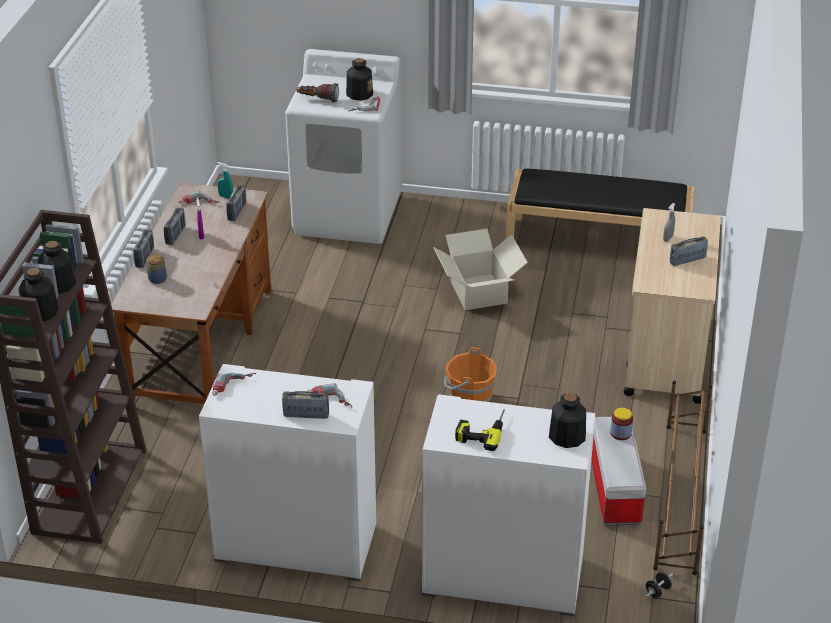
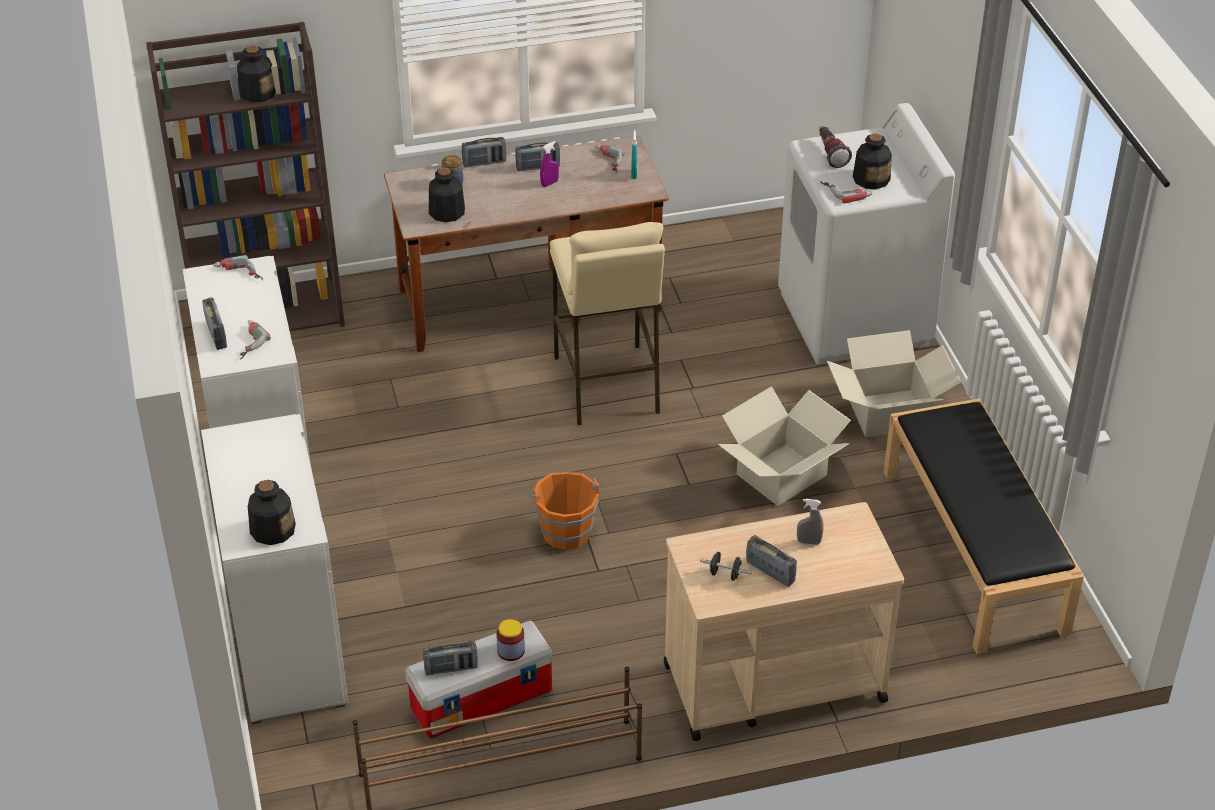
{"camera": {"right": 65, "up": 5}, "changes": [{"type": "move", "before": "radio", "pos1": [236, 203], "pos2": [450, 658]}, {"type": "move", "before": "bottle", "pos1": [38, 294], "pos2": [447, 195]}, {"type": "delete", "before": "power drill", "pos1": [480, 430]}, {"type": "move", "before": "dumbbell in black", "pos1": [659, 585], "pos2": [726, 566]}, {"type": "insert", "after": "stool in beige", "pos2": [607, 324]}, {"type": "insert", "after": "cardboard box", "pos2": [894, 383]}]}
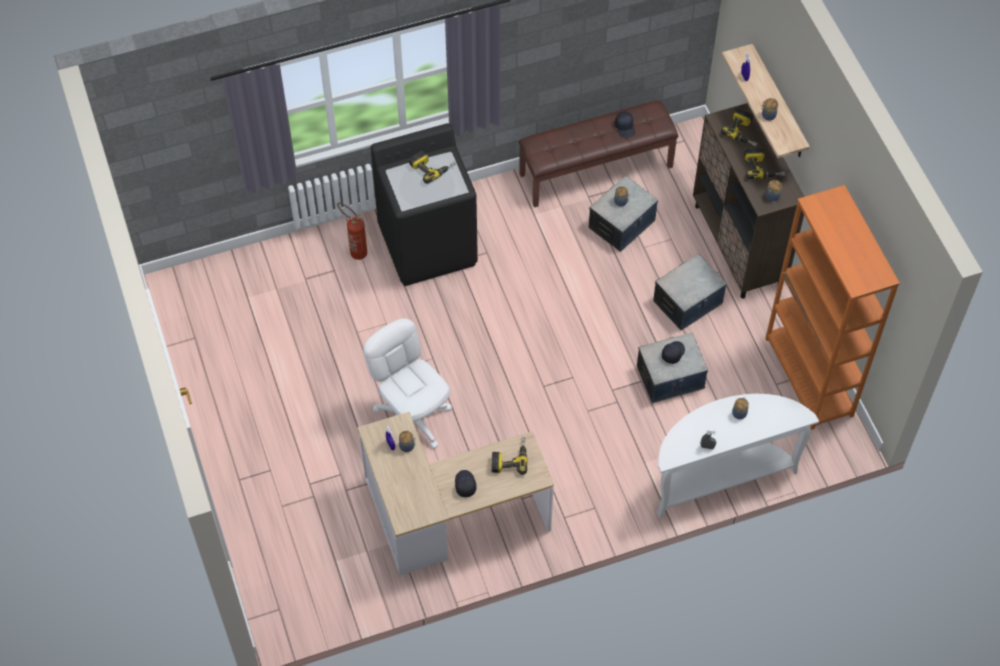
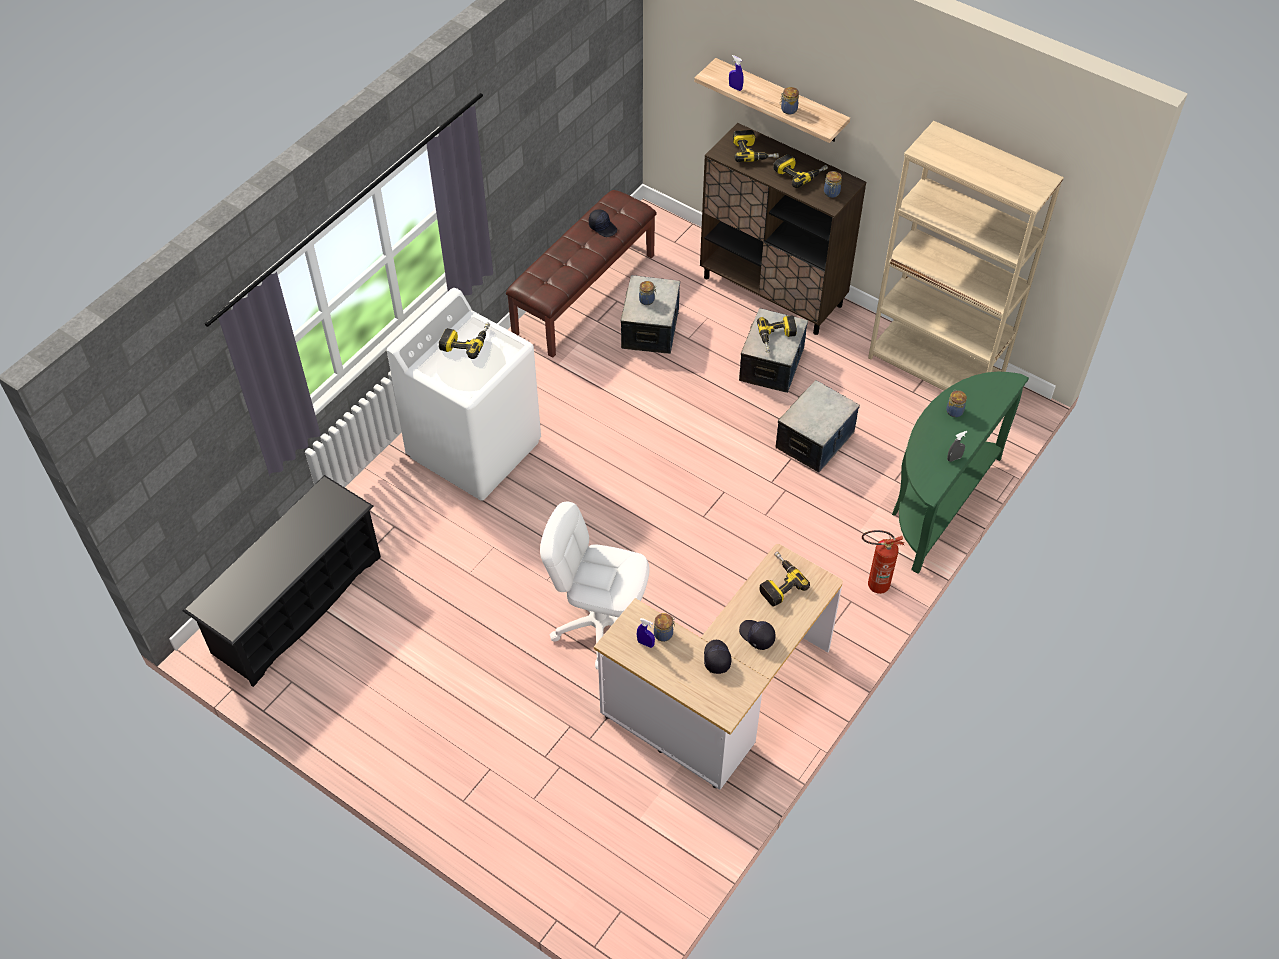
{"camera": {"right": -35, "up": -5}, "changes": [{"type": "recolor", "before": "washing machine in black", "after": "washing machine in white", "pos1": [424, 204], "pos2": [464, 394]}, {"type": "recolor", "before": "bookcase in orange", "after": "bookcase in beige", "pos1": [832, 307], "pos2": [966, 256]}, {"type": "move", "before": "fire extinguisher", "pos1": [352, 231], "pos2": [883, 562]}, {"type": "move", "before": "cap in black", "pos1": [673, 352], "pos2": [717, 657]}, {"type": "recolor", "before": "console table in white", "after": "console table in green", "pos1": [738, 456], "pos2": [960, 473]}, {"type": "insert", "after": "power drill", "pos2": [777, 334]}, {"type": "insert", "after": "shoe rack in black", "pos2": [282, 581]}]}
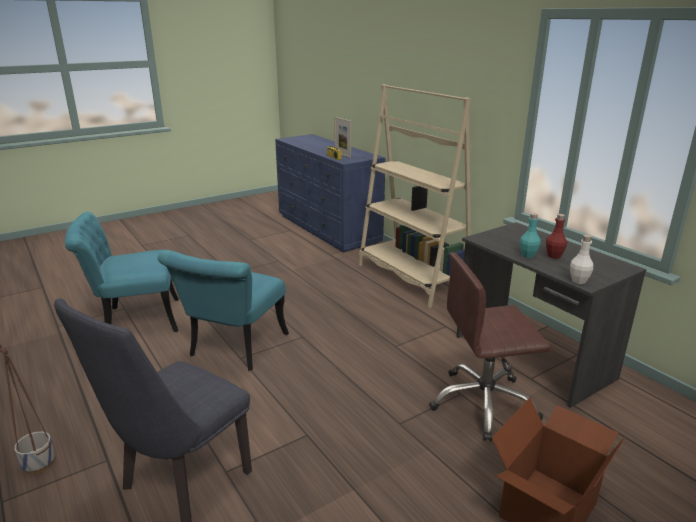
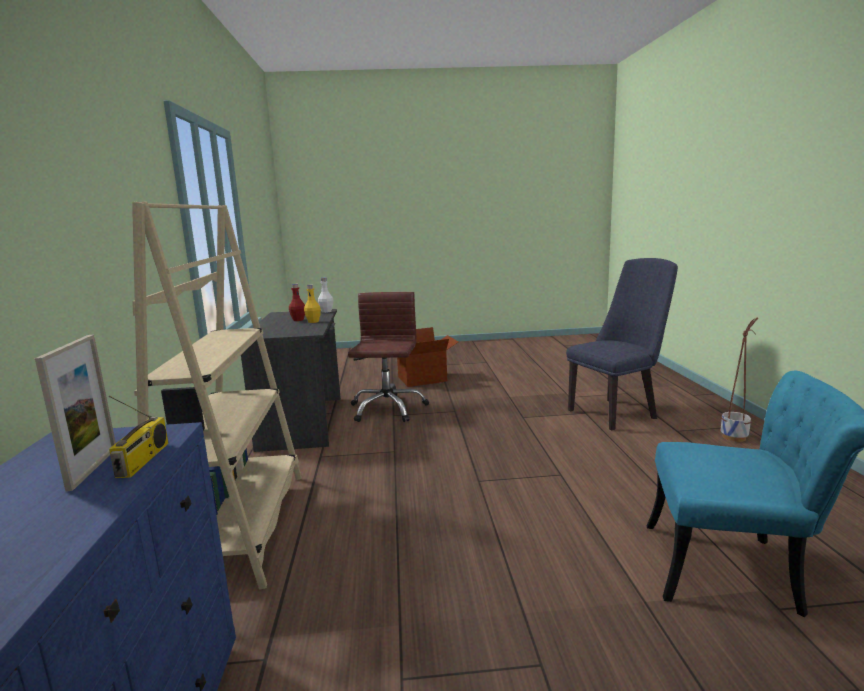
{"camera": {"right": -150, "up": -10}, "changes": [{"type": "recolor", "before": "bottle in turquoise", "after": "bottle in yellow", "pos1": [530, 235], "pos2": [312, 303]}, {"type": "delete", "before": "chair in turquoise", "pos1": [223, 310]}, {"type": "rotate", "before": "office chair in brown", "pos1": [489, 346], "pos2": [388, 357], "turn": -105}]}
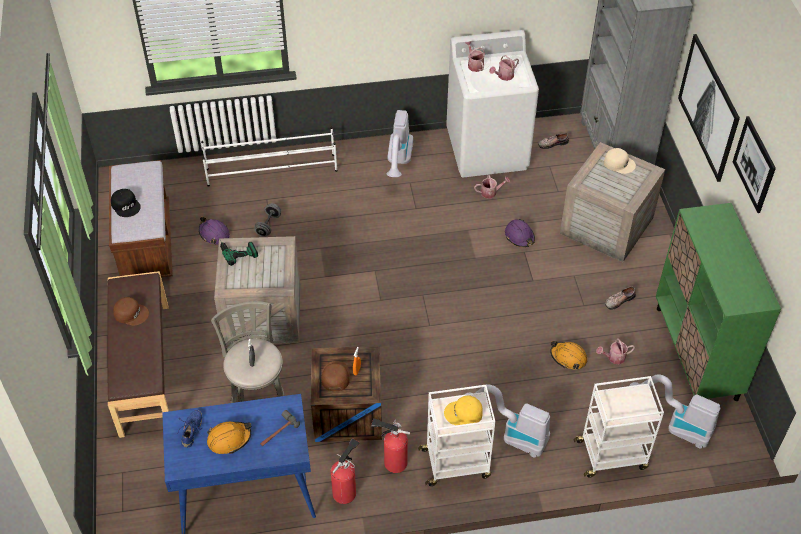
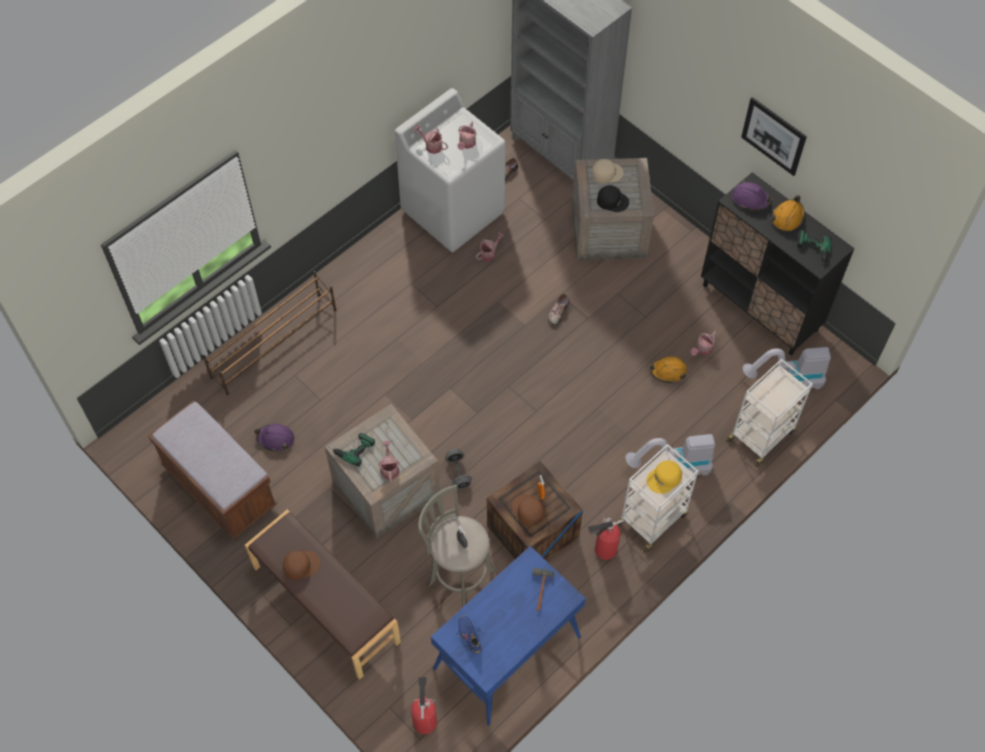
{"camera": {"right": -35, "up": 10}, "changes": [{"type": "delete", "before": "picture", "pos1": [709, 108]}, {"type": "delete", "before": "vacuum cleaner", "pos1": [399, 143]}, {"type": "recolor", "before": "shoe rack in white", "after": "shoe rack in brown", "pos1": [269, 156], "pos2": [269, 333]}, {"type": "move", "before": "cap in black", "pos1": [126, 203], "pos2": [613, 198]}, {"type": "move", "before": "dumbbell in grey", "pos1": [268, 220], "pos2": [458, 469]}, {"type": "recolor", "before": "cabinet in green", "after": "cabinet in black", "pos1": [718, 302], "pos2": [778, 263]}, {"type": "move", "before": "hard hat in purple", "pos1": [520, 233], "pos2": [752, 196]}, {"type": "move", "before": "shoe", "pos1": [620, 298], "pos2": [558, 310]}, {"type": "move", "before": "hard hat in orange", "pos1": [229, 438], "pos2": [788, 213]}, {"type": "move", "before": "fire extinguisher", "pos1": [345, 471], "pos2": [424, 705]}, {"type": "insert", "after": "power drill", "pos2": [814, 247]}, {"type": "insert", "after": "watering can", "pos2": [389, 462]}]}
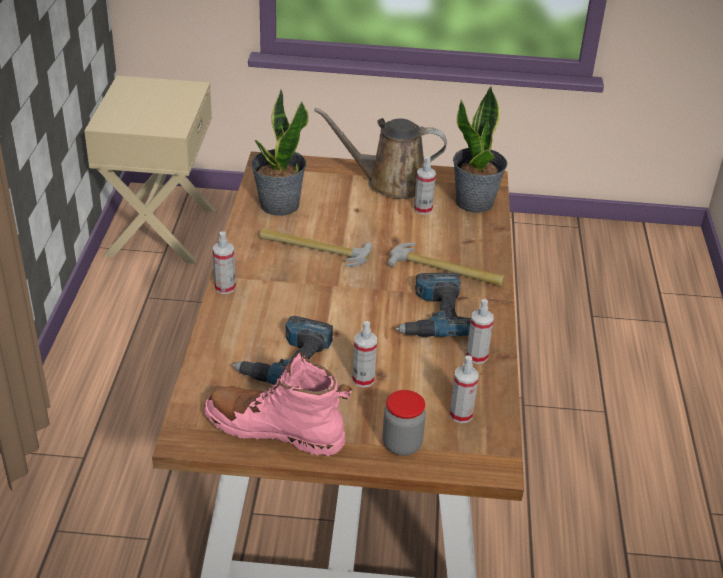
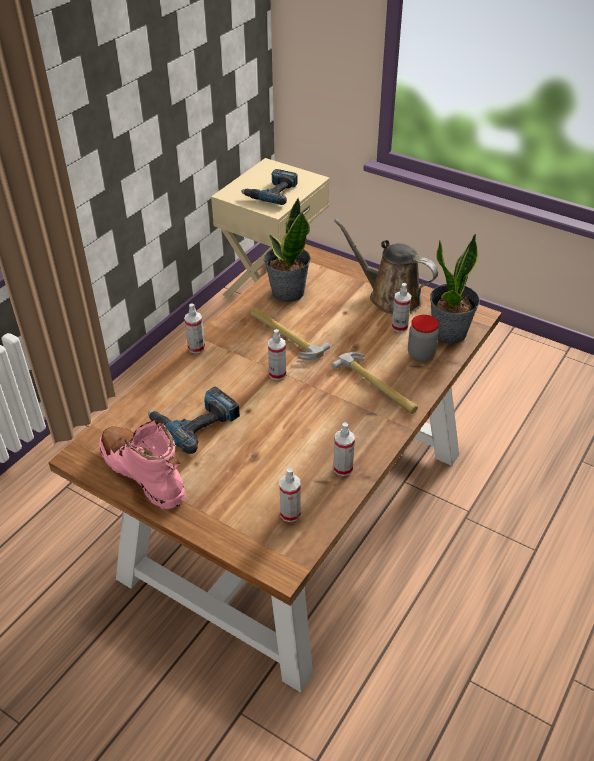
{"camera": {"right": 30, "up": 5}, "changes": [{"type": "move", "before": "power drill", "pos1": [433, 305], "pos2": [269, 187]}, {"type": "move", "before": "spray bottle", "pos1": [364, 354], "pos2": [277, 354]}, {"type": "move", "before": "jar", "pos1": [404, 423], "pos2": [423, 338]}]}
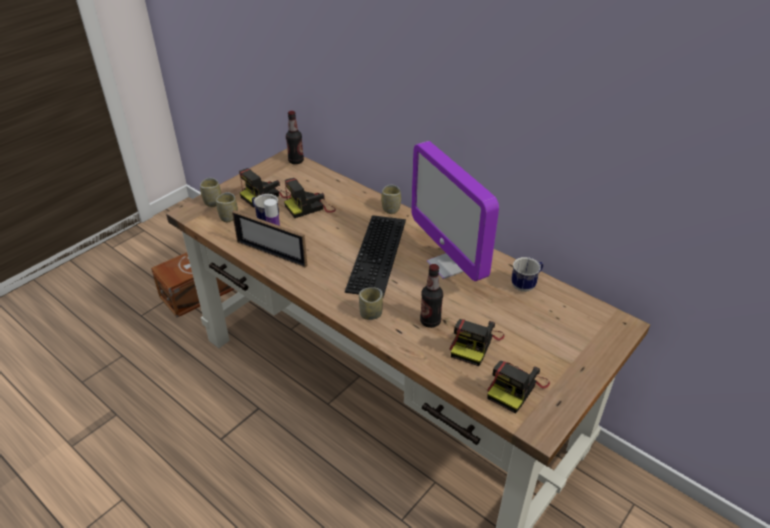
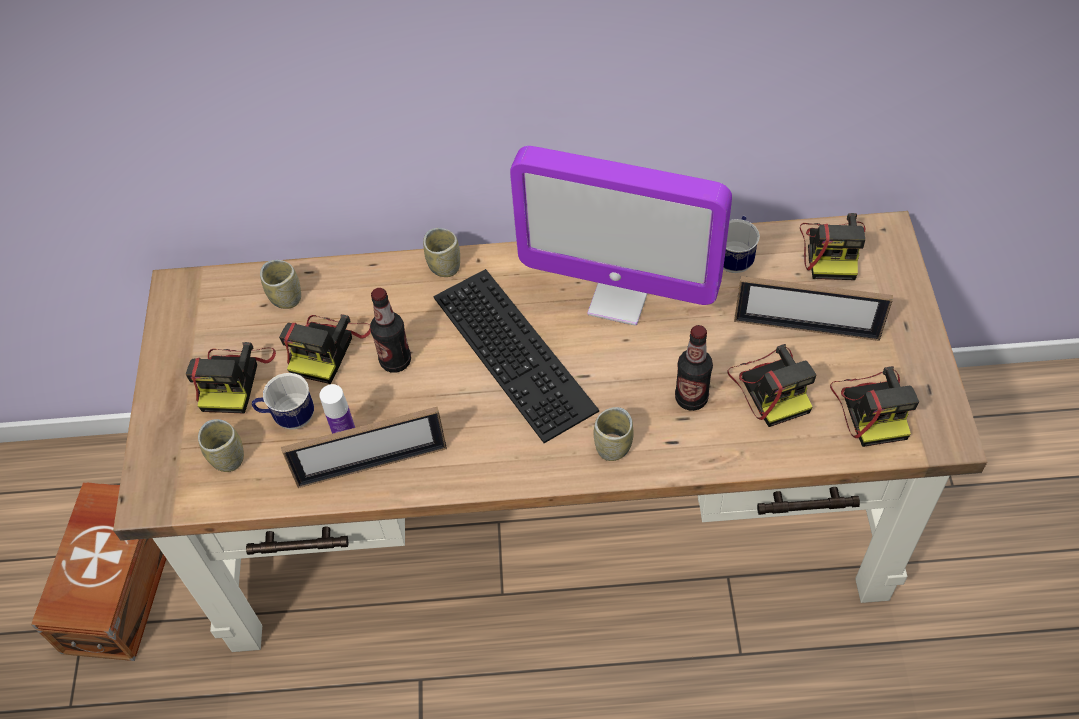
{"camera": {"right": -40, "up": 15}, "changes": [{"type": "move", "before": "bottle", "pos1": [295, 137], "pos2": [390, 330]}, {"type": "move", "before": "cup", "pos1": [210, 192], "pos2": [280, 284]}, {"type": "insert", "after": "photo camera", "pos2": [832, 246]}, {"type": "insert", "after": "picture frame", "pos2": [813, 308]}]}
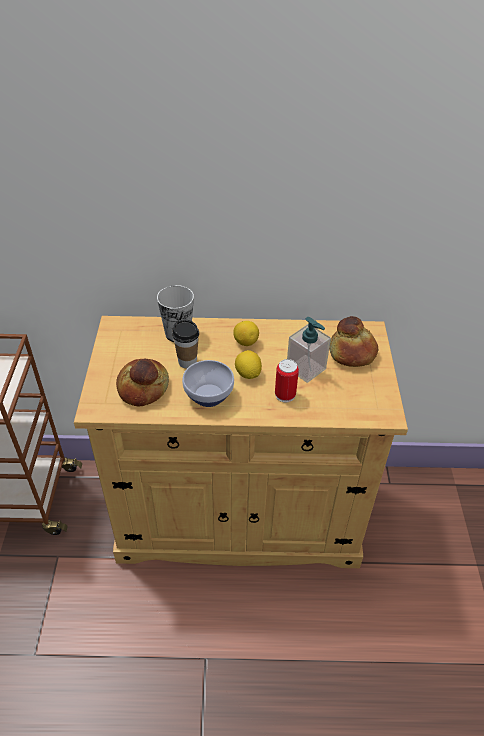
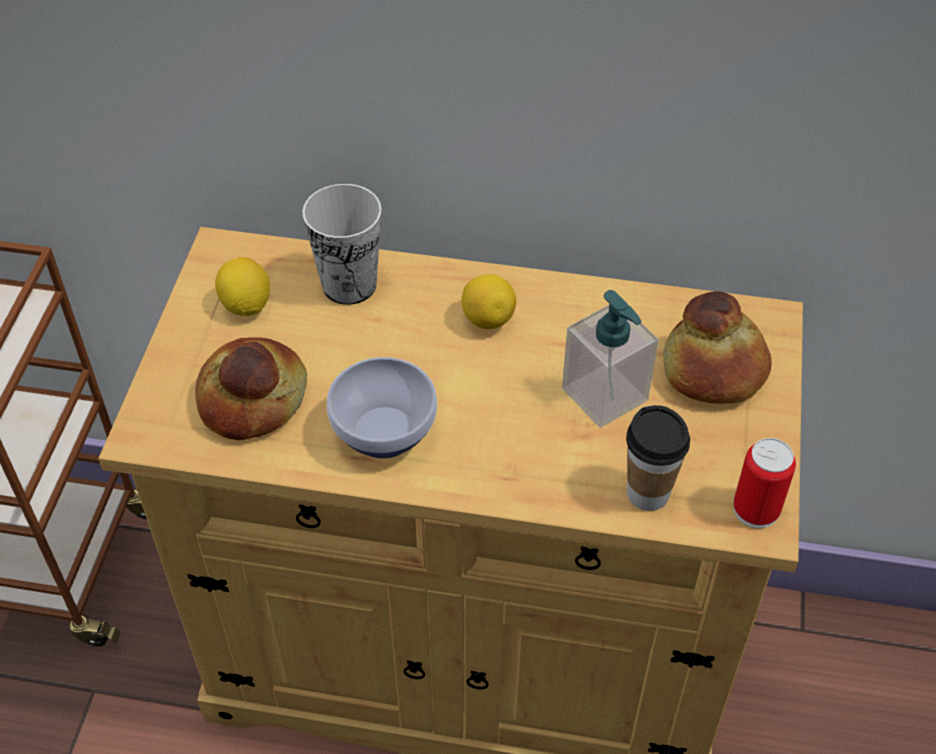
{"camera": {"right": 10, "up": 5}, "changes": [{"type": "move", "before": "cup", "pos1": [185, 344], "pos2": [658, 458]}, {"type": "move", "before": "lemon", "pos1": [248, 364], "pos2": [242, 286]}, {"type": "move", "before": "can", "pos1": [287, 380], "pos2": [764, 483]}]}
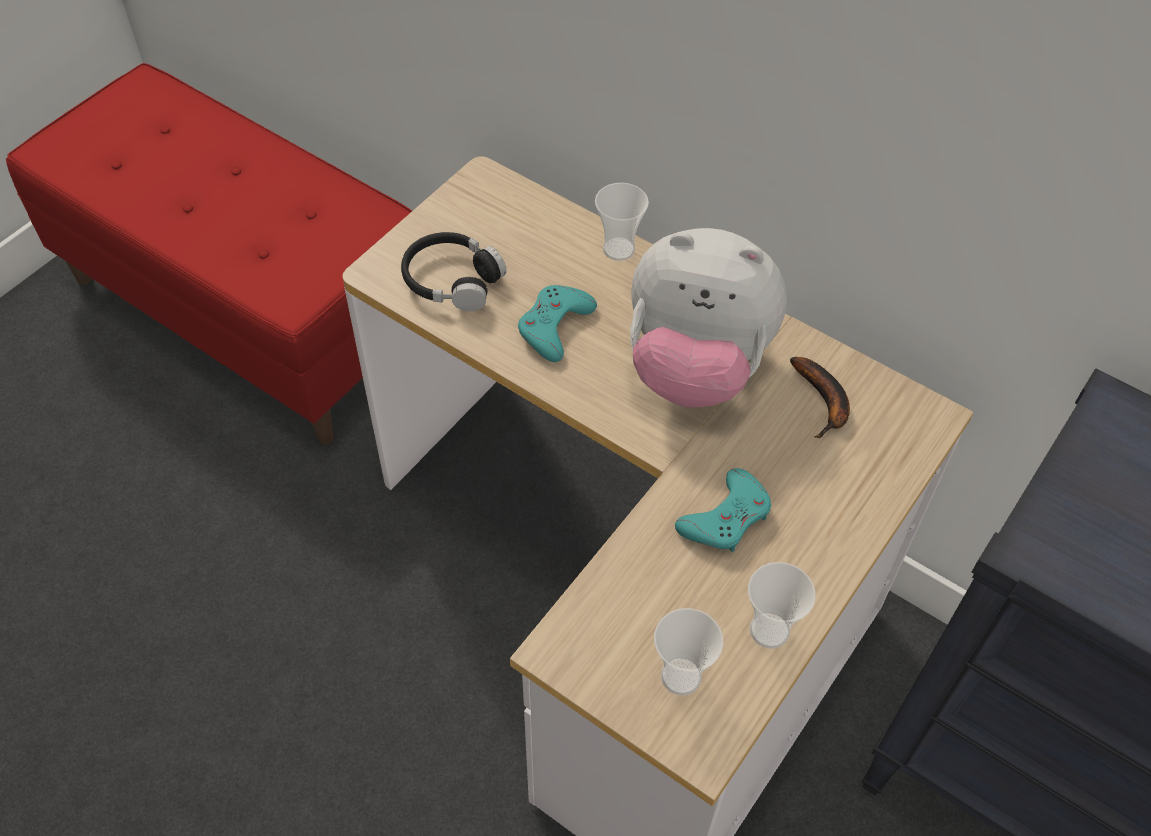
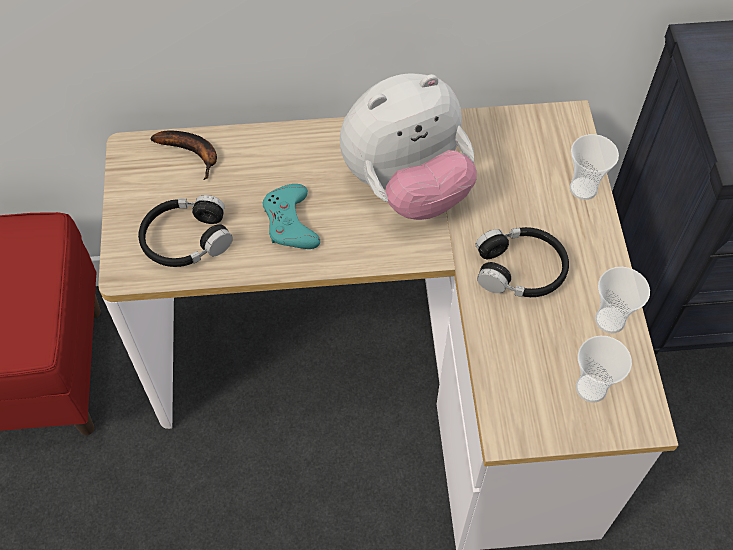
{"camera": {"right": -40, "up": 5}, "changes": [{"type": "move", "before": "cup", "pos1": [622, 222], "pos2": [594, 167]}, {"type": "move", "before": "banana", "pos1": [820, 397], "pos2": [184, 155]}, {"type": "replace", "before": "game controller in turquoise", "after": "headphones in black", "pos1": [723, 510], "pos2": [522, 262]}]}
